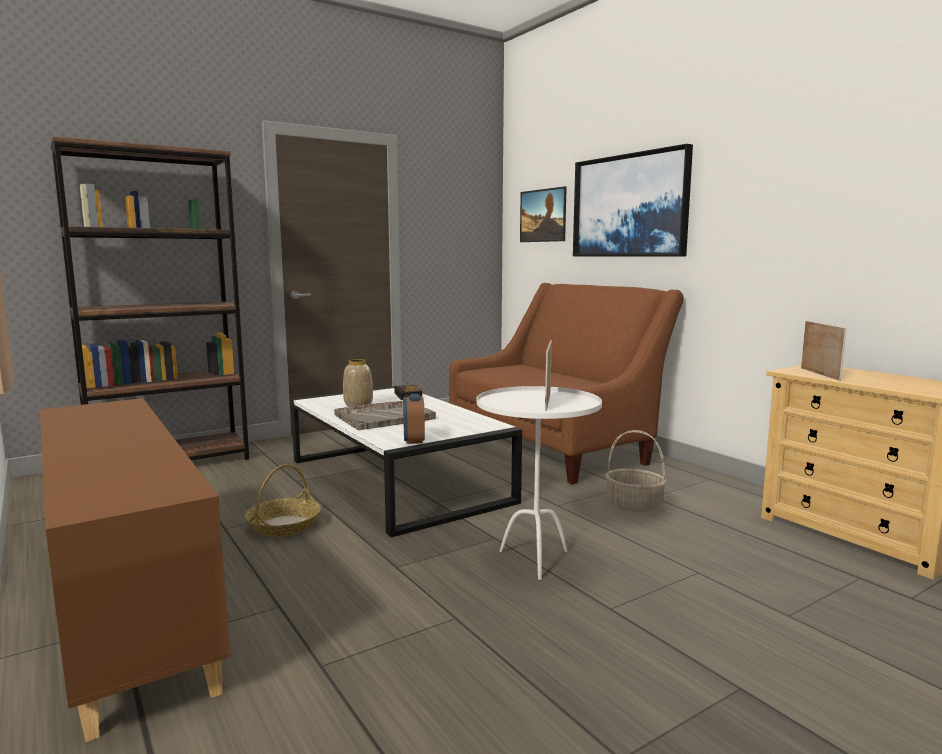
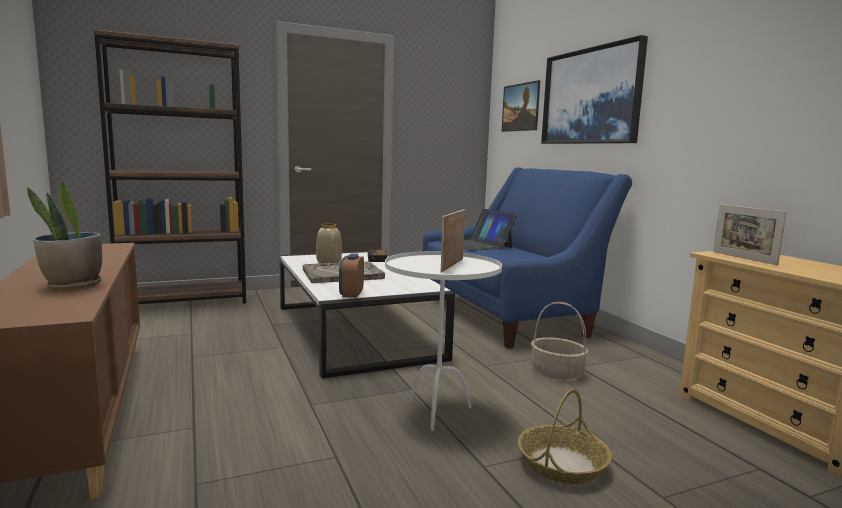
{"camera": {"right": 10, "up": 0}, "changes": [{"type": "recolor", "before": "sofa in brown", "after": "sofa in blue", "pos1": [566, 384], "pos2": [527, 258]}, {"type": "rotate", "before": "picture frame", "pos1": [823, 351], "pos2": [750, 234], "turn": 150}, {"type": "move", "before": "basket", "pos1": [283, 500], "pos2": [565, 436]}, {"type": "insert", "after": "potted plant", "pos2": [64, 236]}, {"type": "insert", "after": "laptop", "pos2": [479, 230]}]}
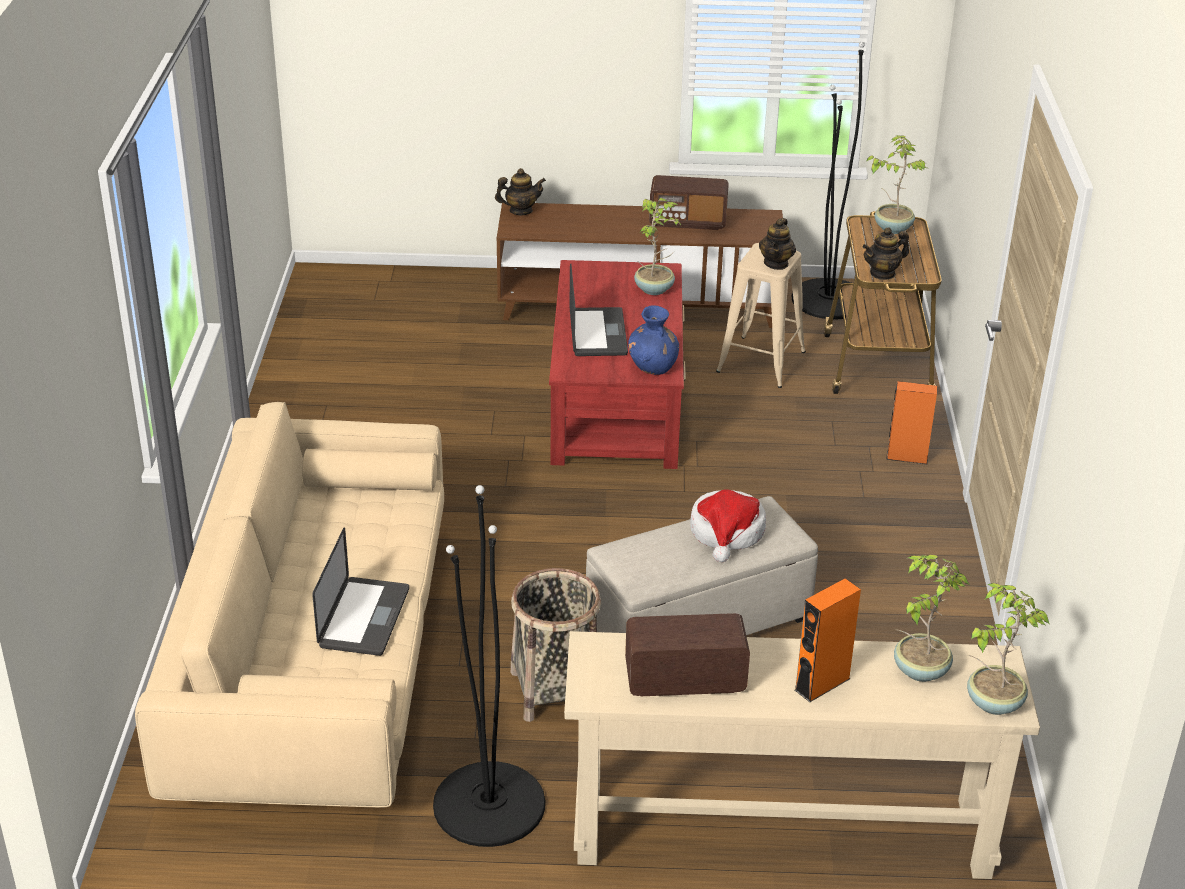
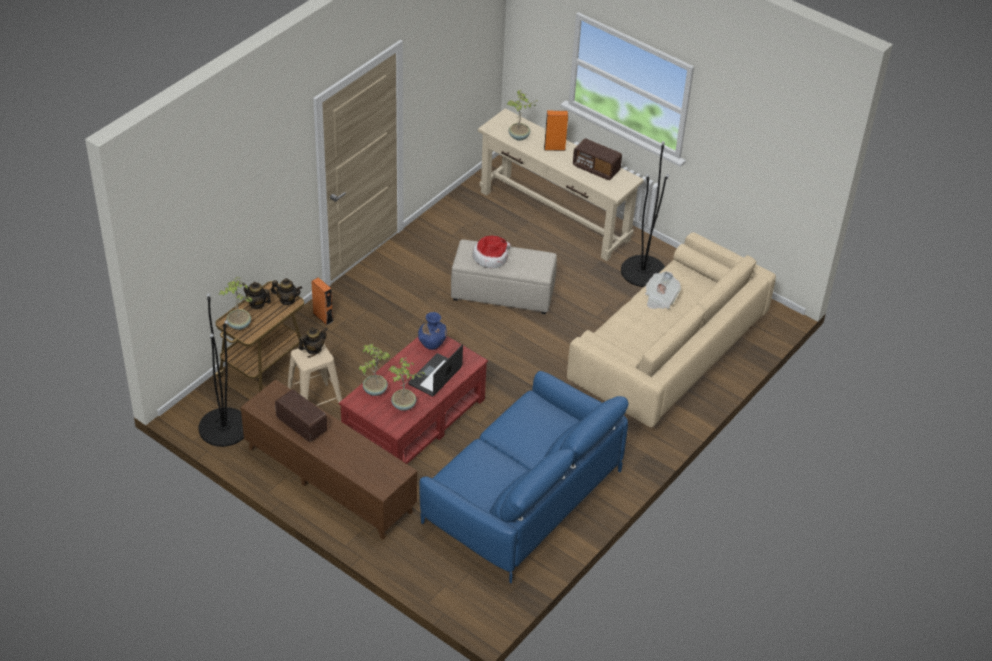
{"camera": {"right": -145, "up": 10}, "changes": [{"type": "move", "before": "teapot", "pos1": [520, 191], "pos2": [257, 295]}, {"type": "replace", "before": "laptop", "after": "newspaper", "pos1": [360, 591], "pos2": [663, 290]}, {"type": "delete", "before": "basket", "pos1": [556, 645]}, {"type": "move", "before": "potted plant", "pos1": [1008, 649], "pos2": [407, 384]}, {"type": "insert", "after": "sofa in blue", "pos2": [523, 477]}]}
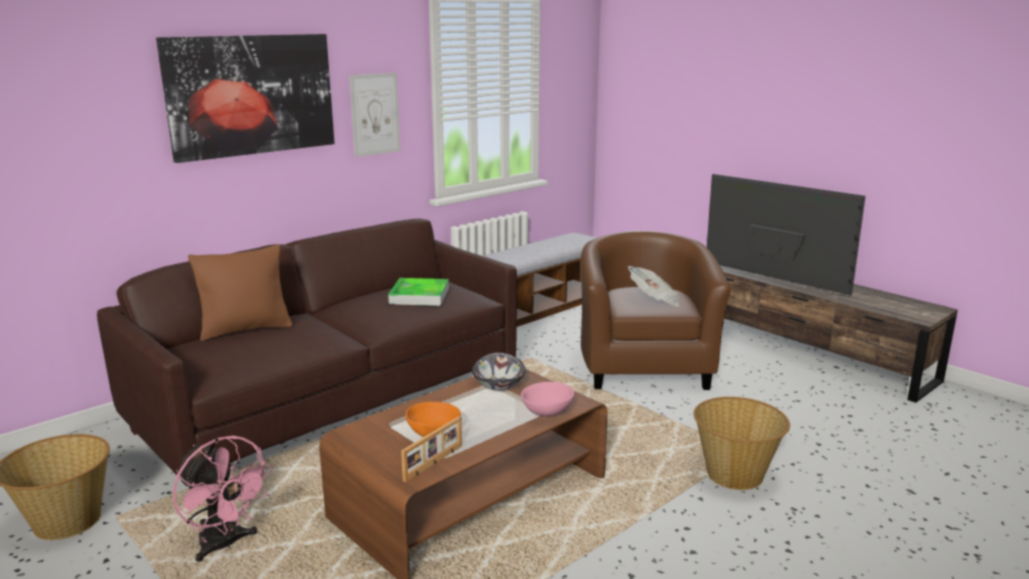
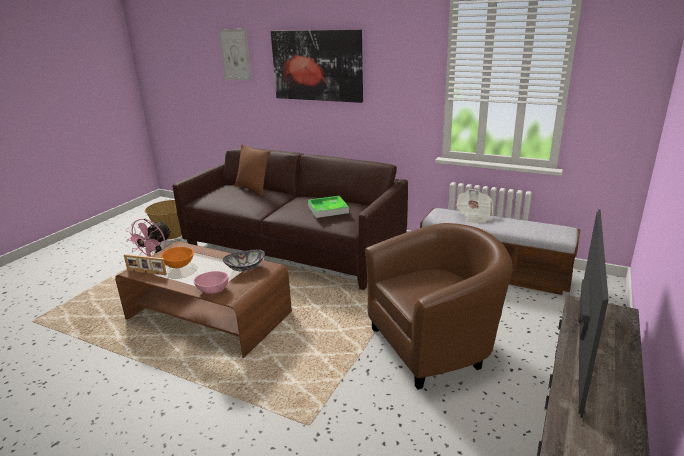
{"camera": {"right": 70, "up": 5}, "changes": [{"type": "move", "before": "picture", "pos1": [374, 115], "pos2": [235, 54]}, {"type": "move", "before": "newspaper", "pos1": [653, 286], "pos2": [474, 206]}, {"type": "delete", "before": "basket", "pos1": [742, 443]}]}
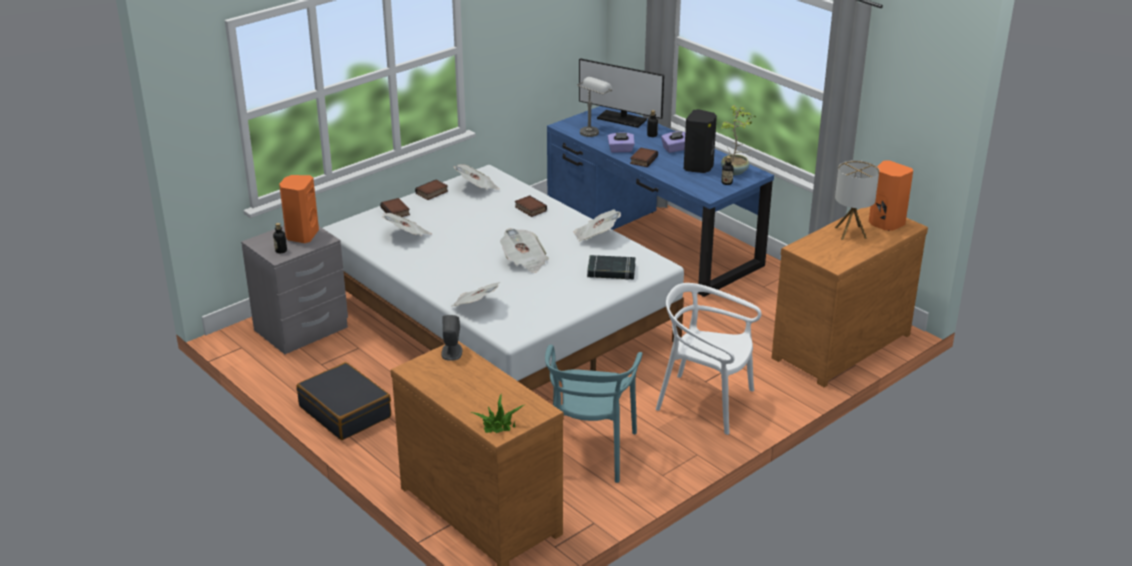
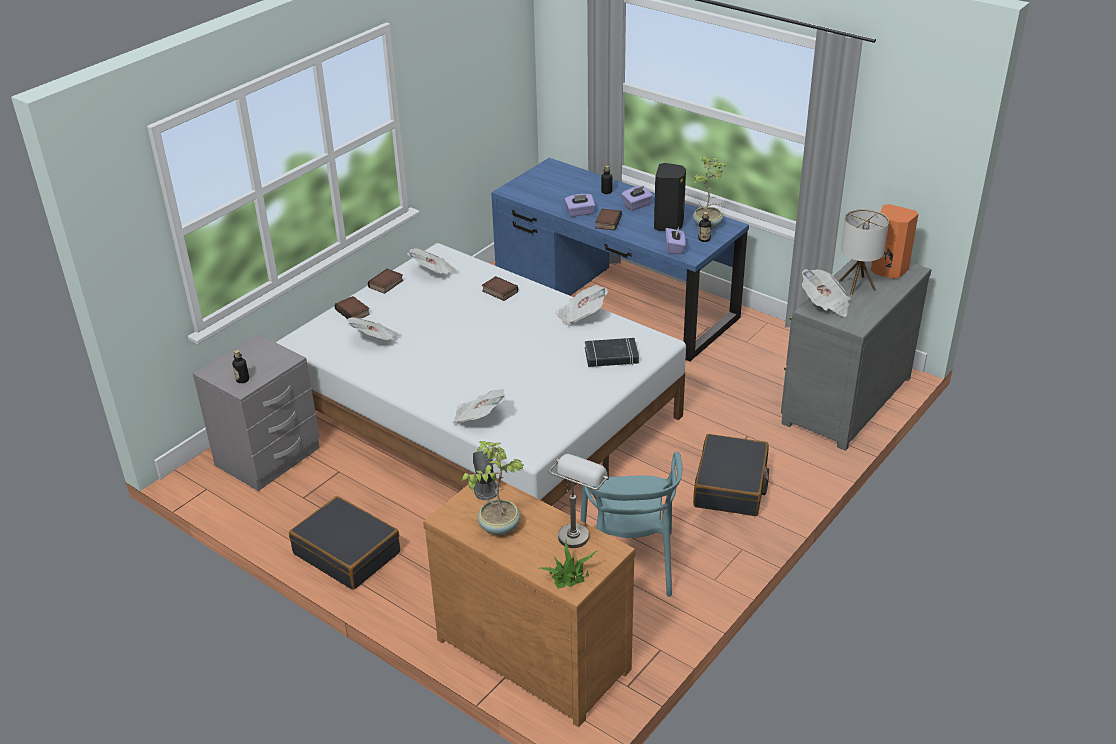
{"camera": {"right": -10, "up": 5}, "changes": [{"type": "delete", "before": "monitor", "pos1": [621, 93]}, {"type": "move", "before": "table lamp in grey", "pos1": [595, 107], "pos2": [579, 501]}, {"type": "delete", "before": "speaker in orange", "pos1": [299, 209]}, {"type": "recolor", "before": "dresser in brown", "after": "dresser in grey", "pos1": [850, 296], "pos2": [856, 355]}, {"type": "move", "before": "newspaper", "pos1": [524, 250], "pos2": [826, 293]}, {"type": "replace", "before": "chair in white", "after": "suitcase in black", "pos1": [709, 359], "pos2": [731, 475]}, {"type": "insert", "after": "tissue box in purple", "pos2": [675, 240]}, {"type": "insert", "after": "potted plant", "pos2": [493, 488]}]}
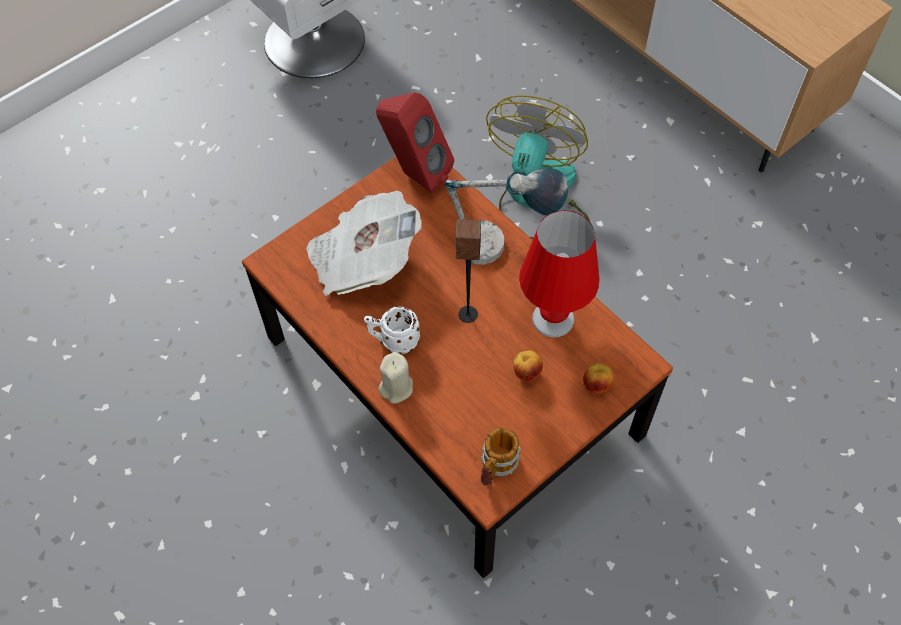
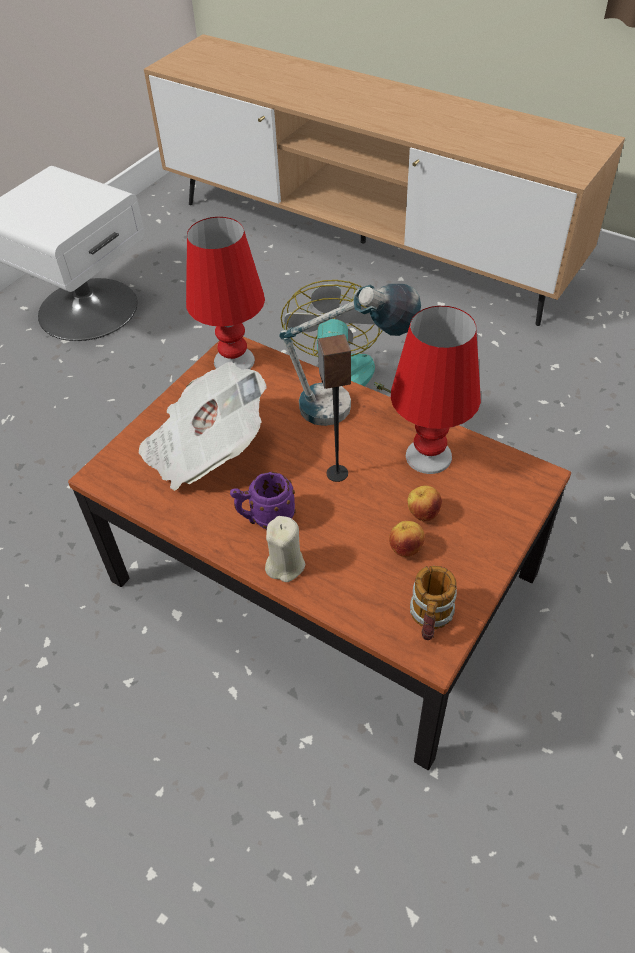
{"camera": {"right": -15, "up": -10}, "changes": [{"type": "replace", "before": "speaker in red", "after": "table lamp in red", "pos1": [415, 143], "pos2": [225, 293]}, {"type": "recolor", "before": "mug in white", "after": "mug in purple", "pos1": [392, 330], "pos2": [263, 500]}, {"type": "move", "before": "apple", "pos1": [598, 378], "pos2": [407, 539]}]}
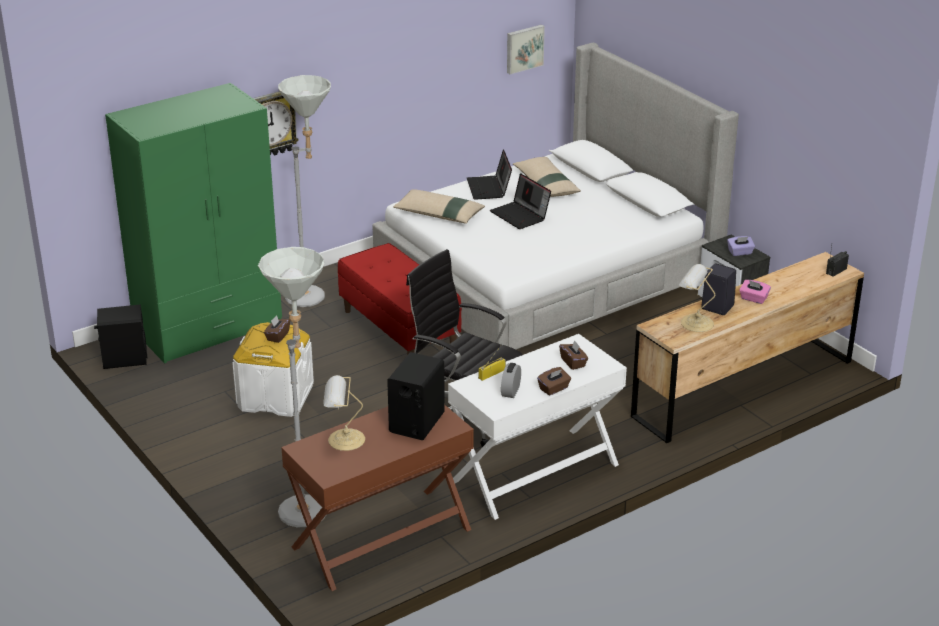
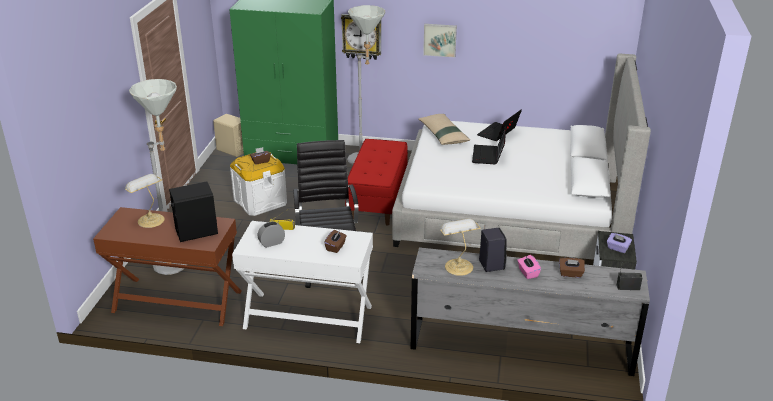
{"camera": {"right": 45, "up": 0}, "changes": [{"type": "move", "before": "picture", "pos1": [526, 49], "pos2": [440, 40]}, {"type": "delete", "before": "pillow in beige", "pos1": [547, 177]}, {"type": "recolor", "before": "dresser in brown", "after": "dresser in grey", "pos1": [747, 347], "pos2": [530, 311]}, {"type": "recolor", "before": "speaker in black", "after": "speaker in beige", "pos1": [120, 336], "pos2": [228, 135]}, {"type": "move", "before": "tissue box in brown", "pos1": [554, 381], "pos2": [572, 268]}]}
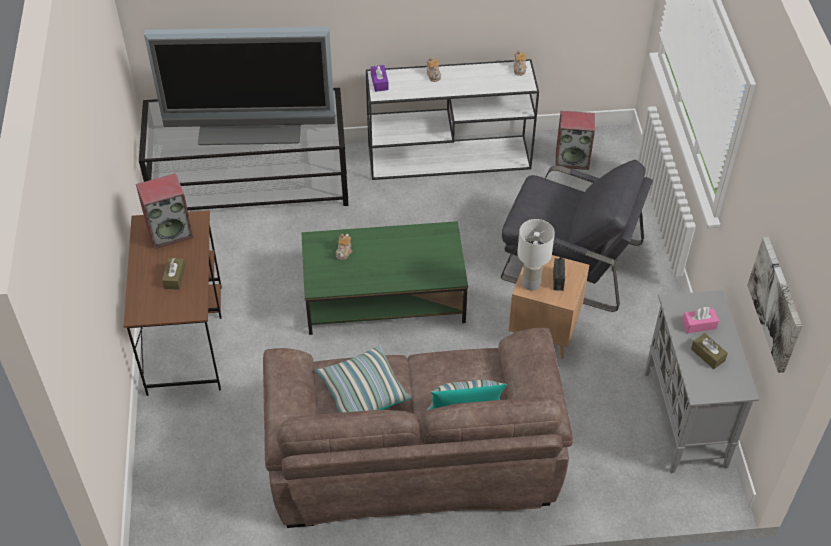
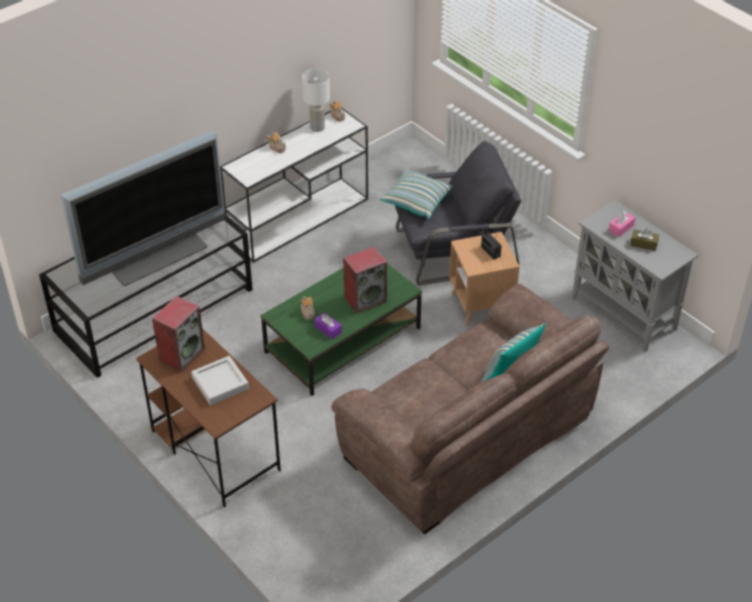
{"camera": {"right": -35, "up": -5}, "changes": [{"type": "move", "before": "tissue box in purple", "pos1": [380, 78], "pos2": [328, 326]}, {"type": "move", "before": "speaker", "pos1": [575, 140], "pos2": [365, 280]}, {"type": "move", "before": "table lamp in white", "pos1": [536, 255], "pos2": [316, 100]}, {"type": "delete", "before": "picture", "pos1": [775, 305]}, {"type": "replace", "before": "tissue box in brown", "after": "tray in grey", "pos1": [173, 274], "pos2": [220, 380]}, {"type": "move", "before": "pillow", "pos1": [363, 379], "pos2": [415, 194]}]}
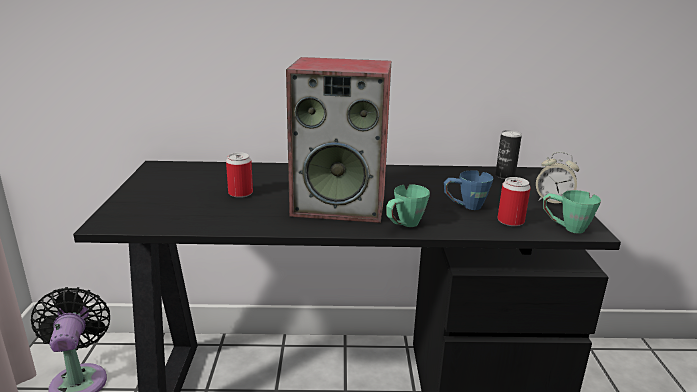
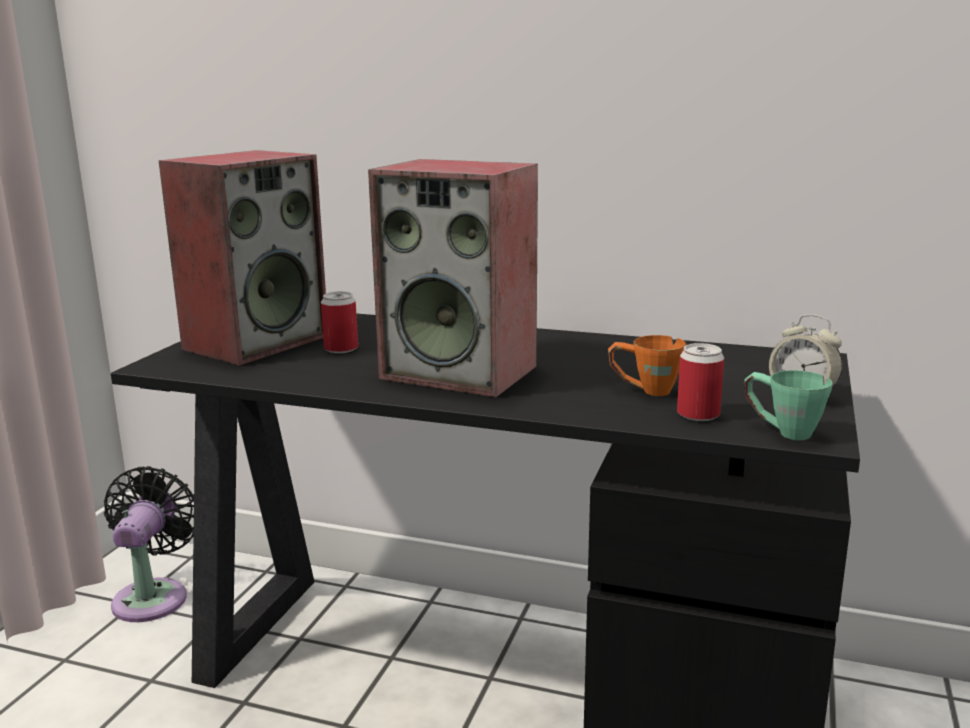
{"camera": {"right": 20, "up": -5}, "changes": [{"type": "delete", "before": "can", "pos1": [508, 154]}, {"type": "recolor", "before": "mug in blue", "after": "mug in orange", "pos1": [468, 190], "pos2": [647, 365]}, {"type": "delete", "before": "mug in green", "pos1": [408, 205]}, {"type": "insert", "after": "speaker", "pos2": [242, 258]}]}
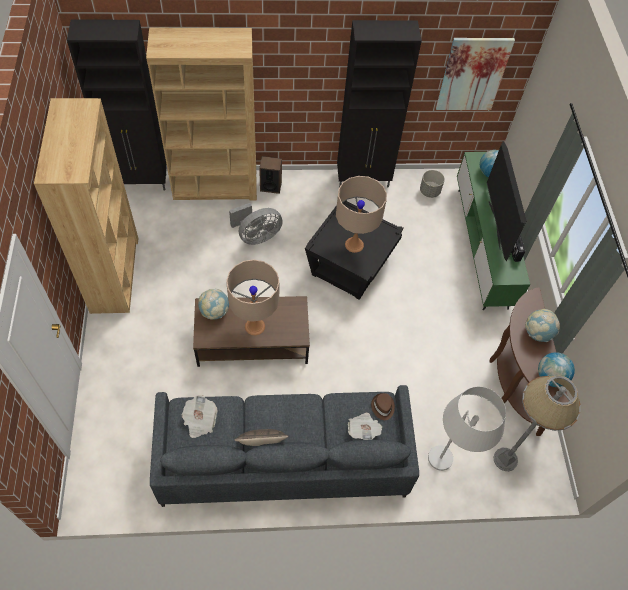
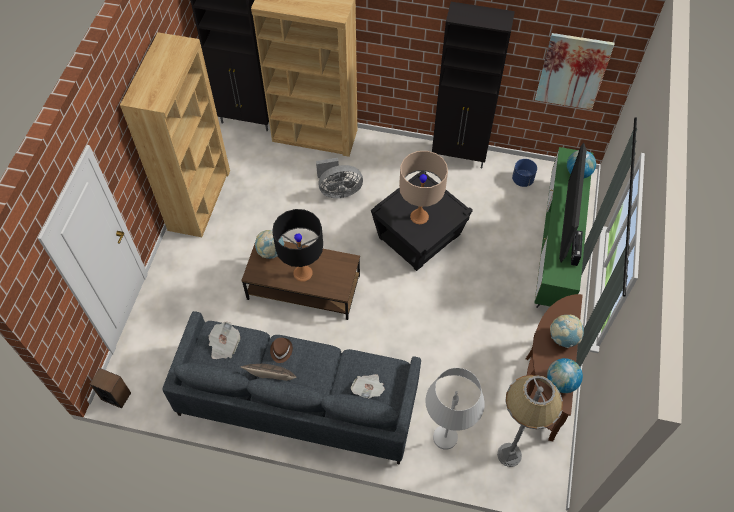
{"camera": {"right": 20, "up": 0}, "changes": [{"type": "move", "before": "speaker", "pos1": [270, 175], "pos2": [110, 388]}, {"type": "recolor", "before": "planter in grey", "after": "planter in blue", "pos1": [432, 184], "pos2": [524, 173]}, {"type": "recolor", "before": "table lamp in beige", "after": "table lamp in black", "pos1": [252, 297], "pos2": [297, 245]}, {"type": "move", "before": "hat in brown", "pos1": [383, 406], "pos2": [281, 350]}]}
